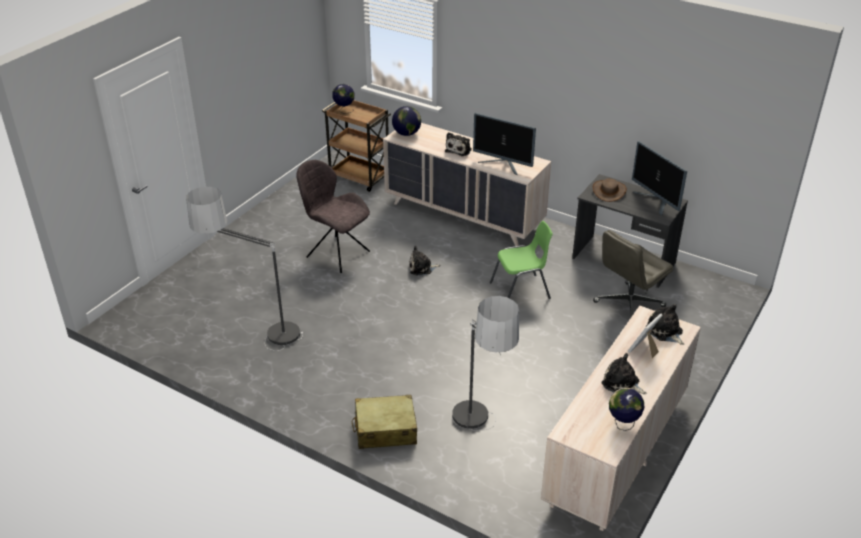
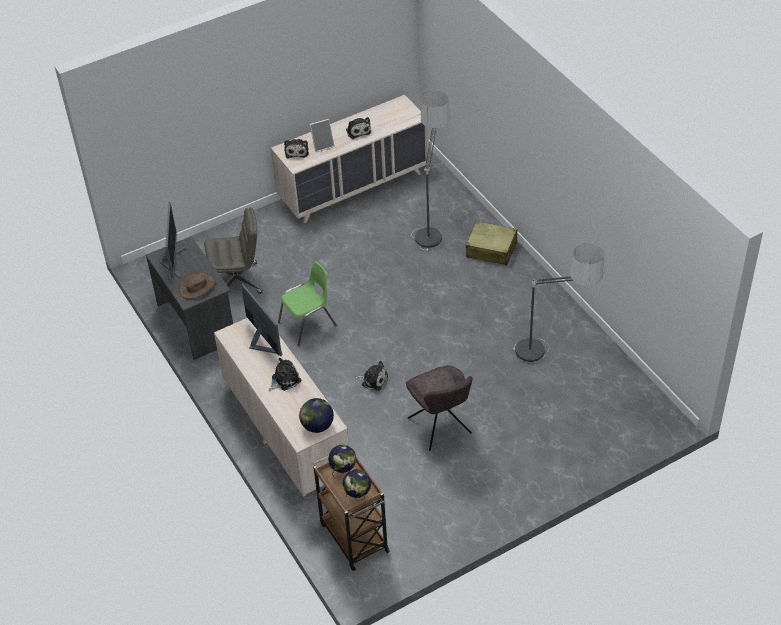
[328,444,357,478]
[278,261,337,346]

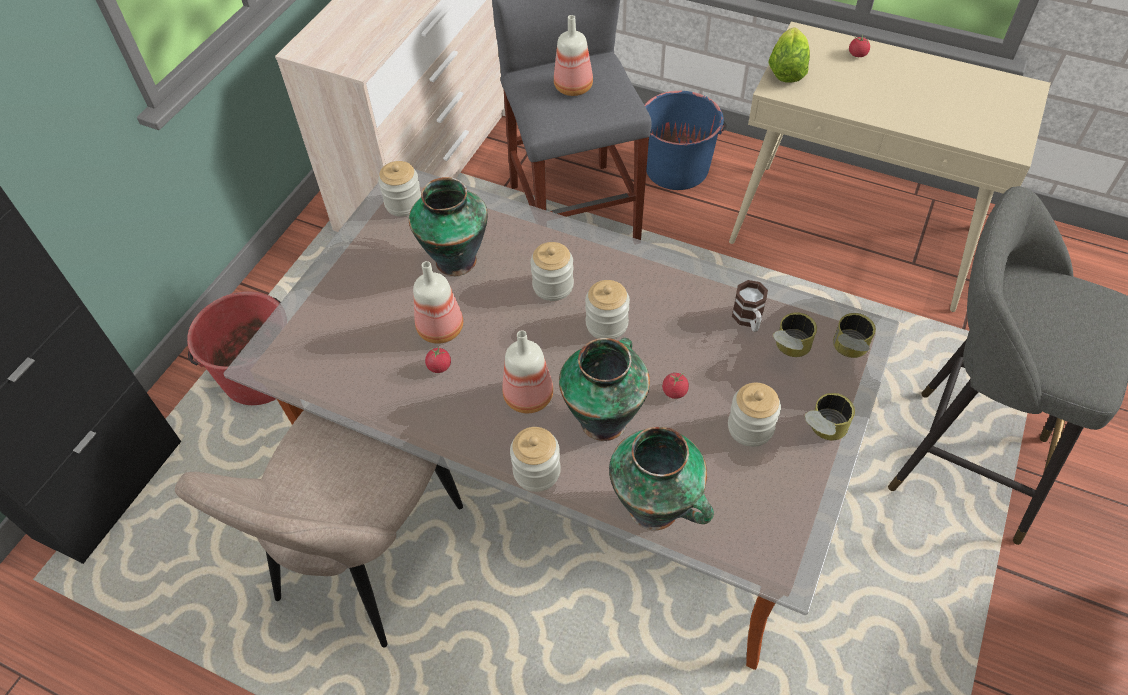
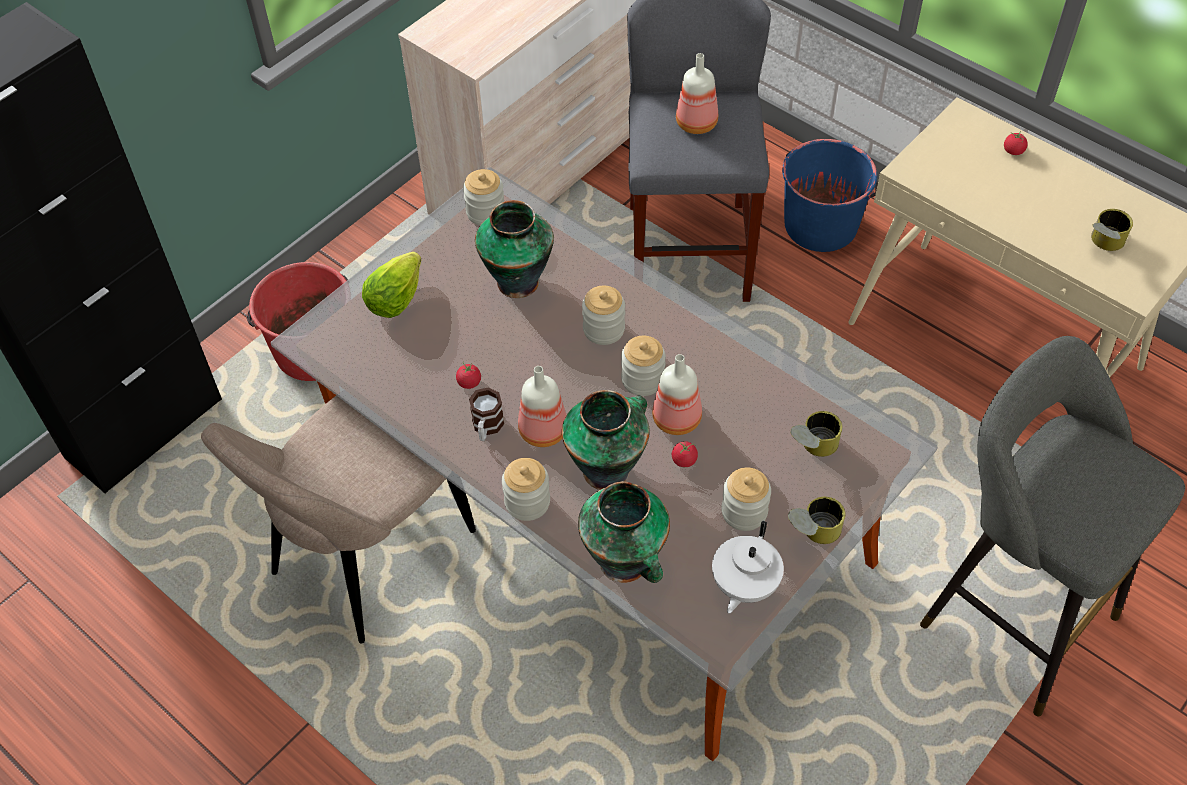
[712,521,784,613]
[652,354,702,435]
[469,387,504,441]
[362,252,421,318]
[1091,209,1133,251]

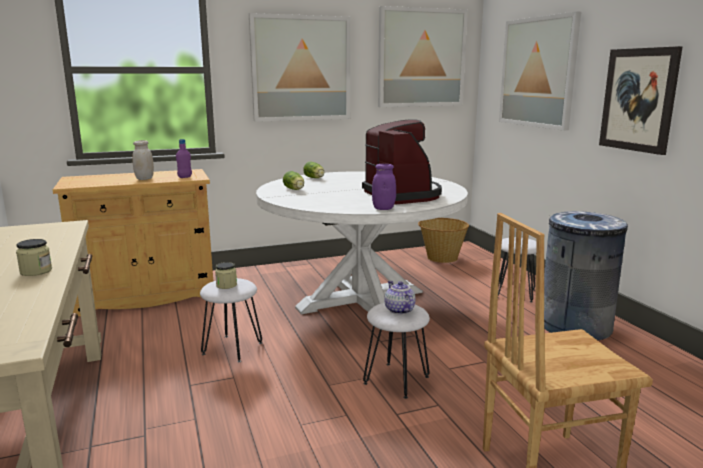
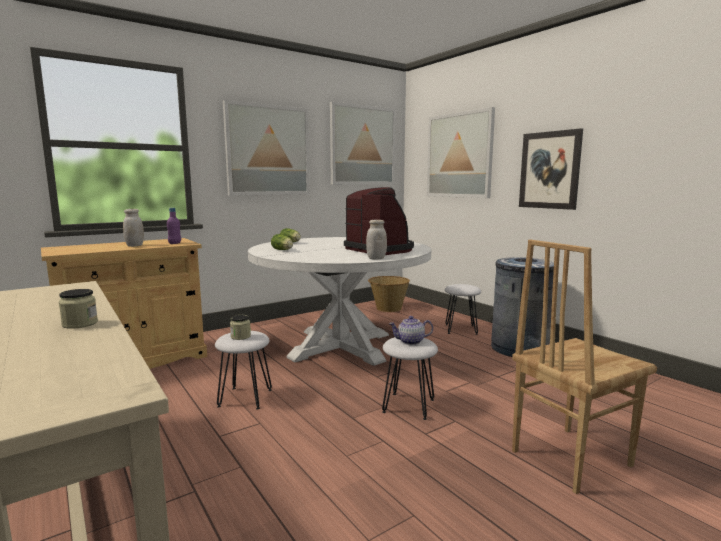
[366,220,387,260]
[389,316,433,345]

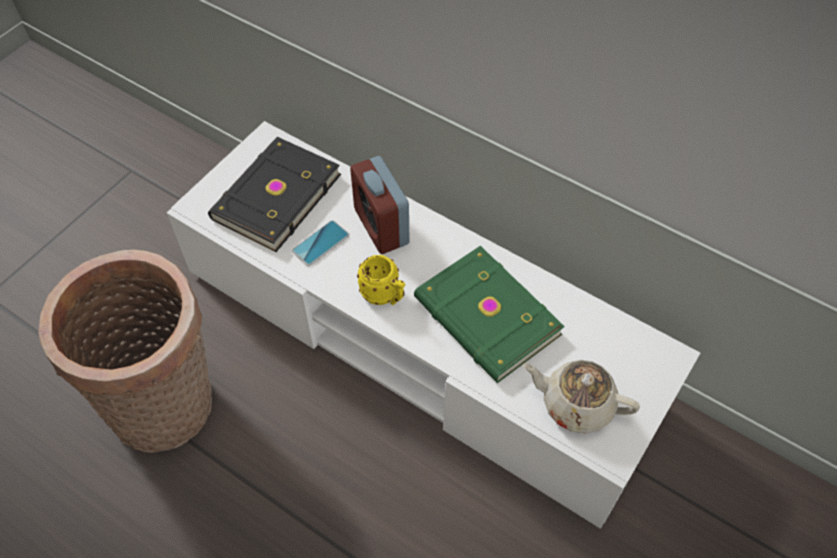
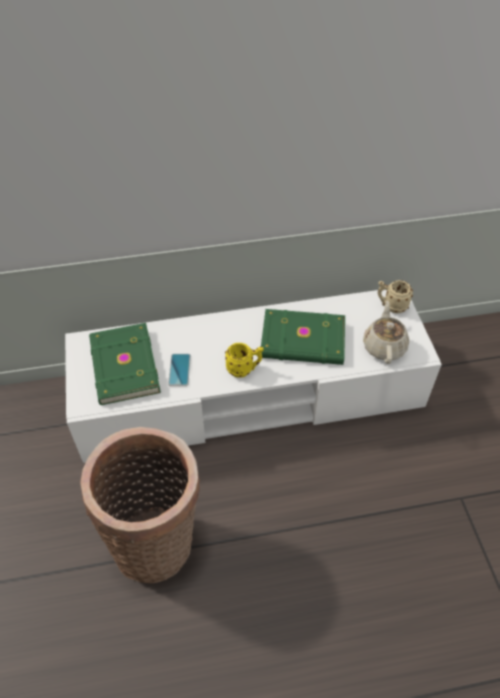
[350,156,410,254] (first image)
[378,280,413,313]
[89,323,161,405]
[363,300,409,364]

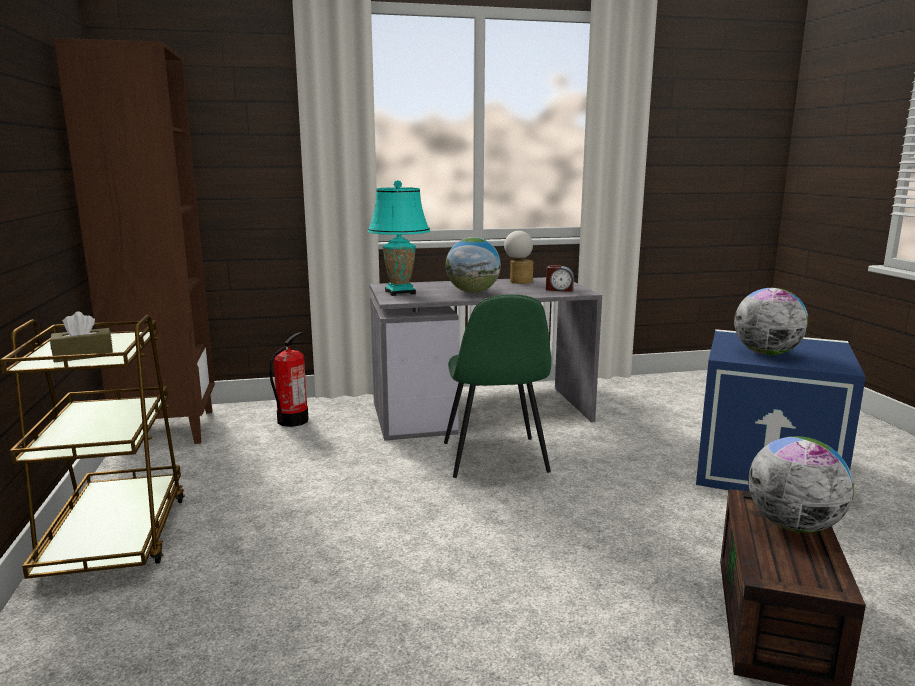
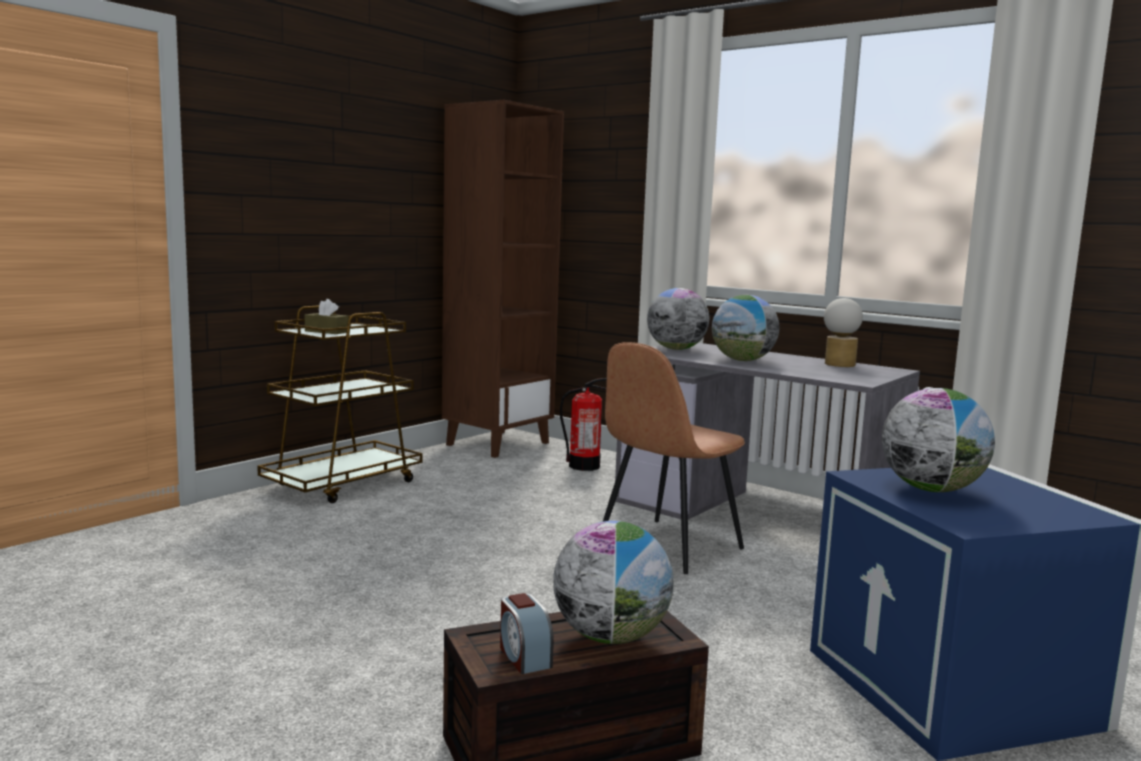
[500,593,554,674]
[647,288,709,350]
[603,342,745,574]

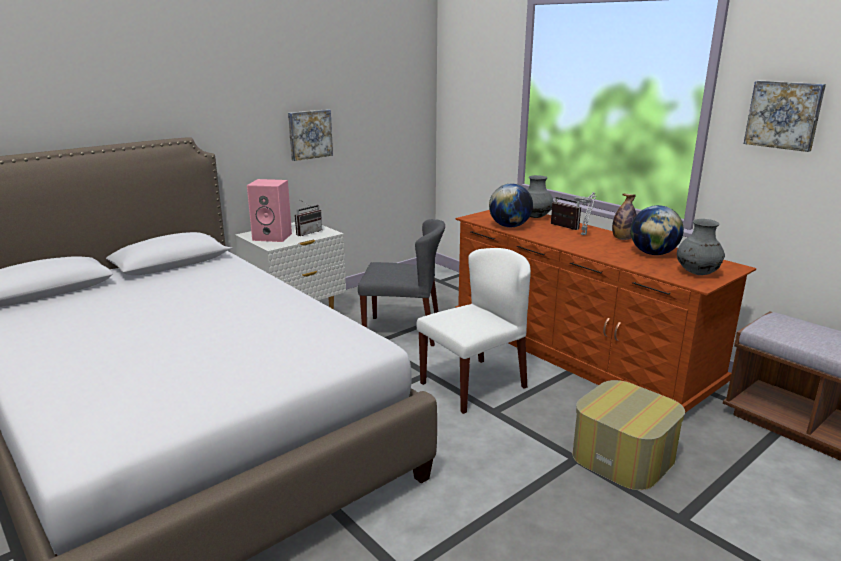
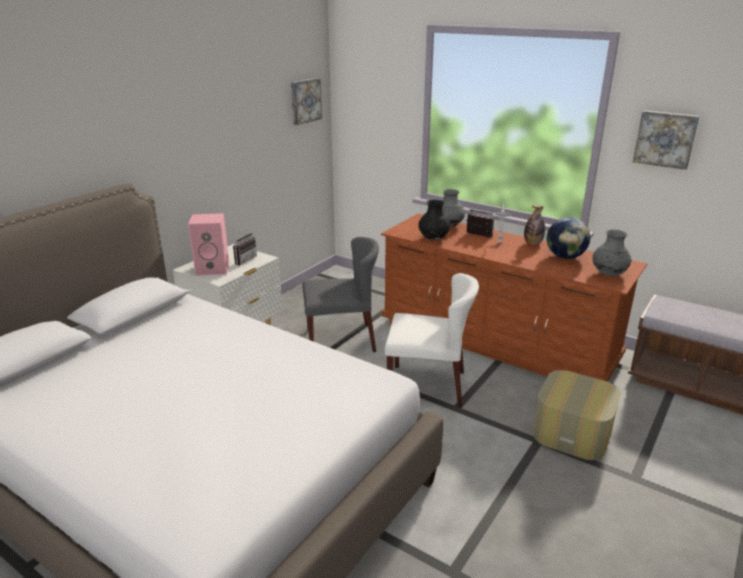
[291,78,322,125]
[418,200,450,240]
[385,273,479,408]

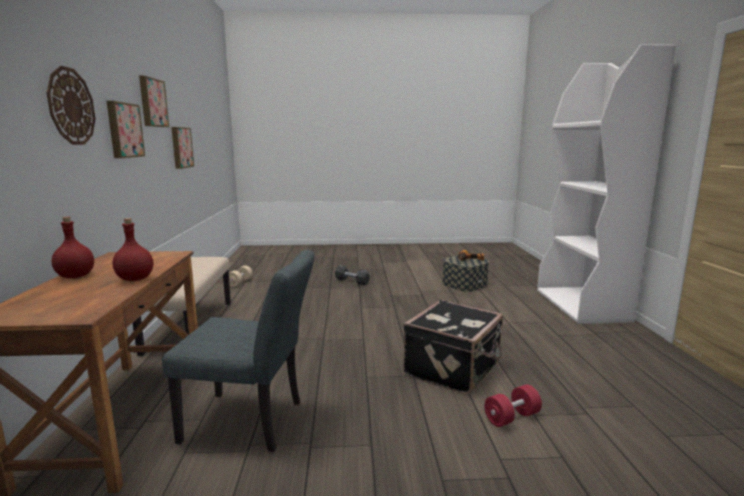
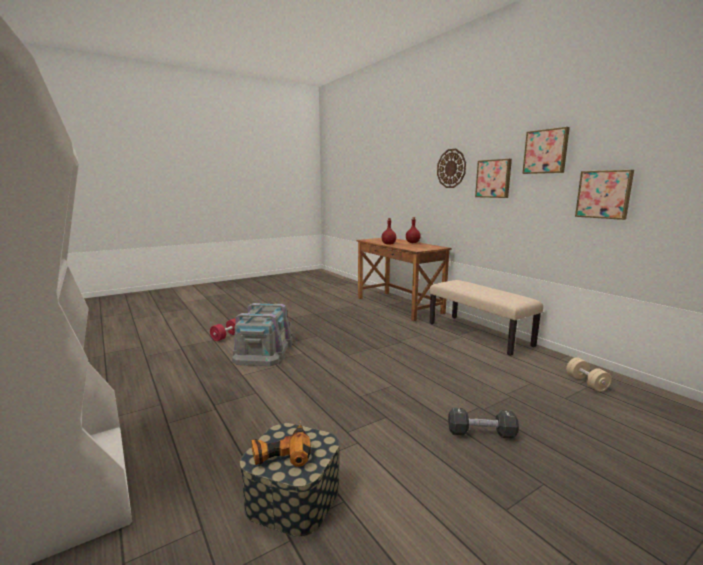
[162,250,315,452] (first image)
[232,303,293,366]

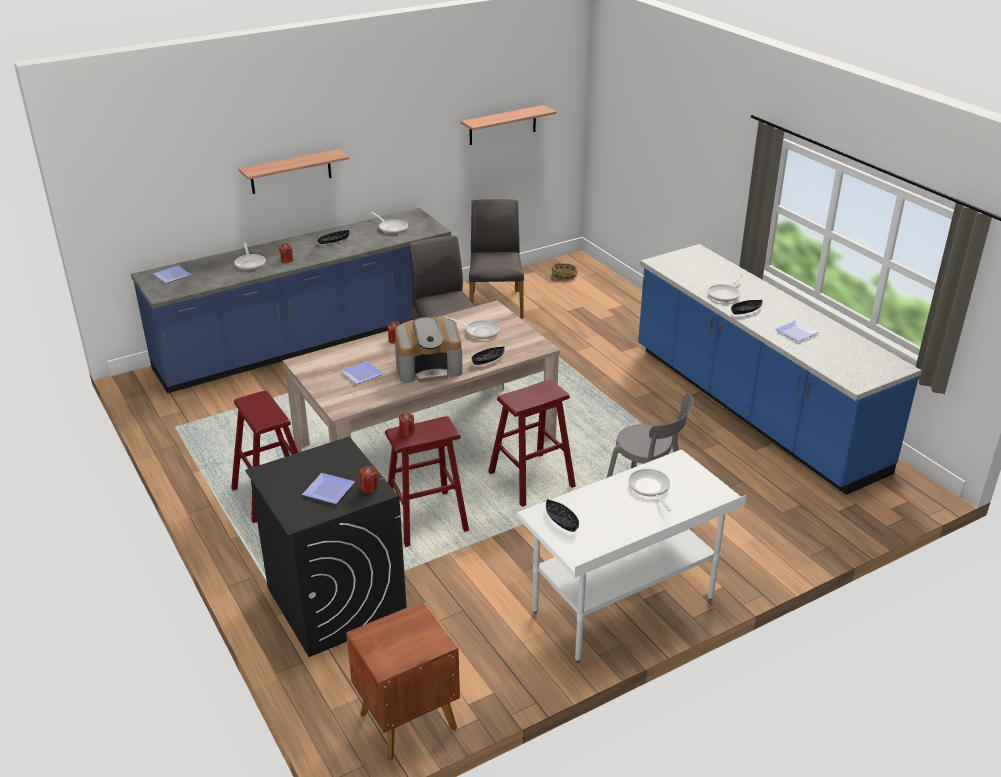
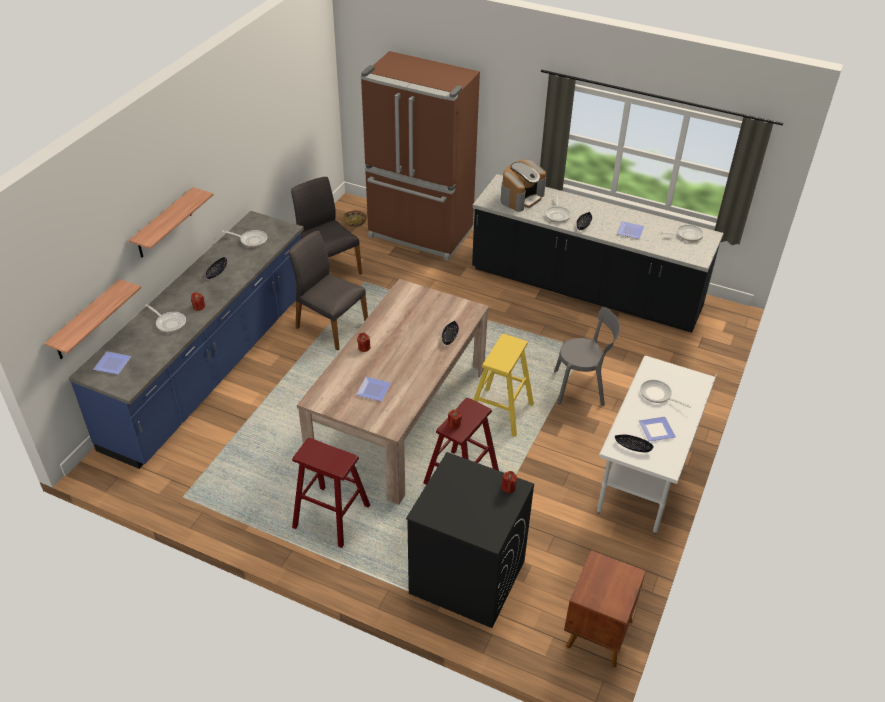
[361,51,480,261]
[639,417,676,442]
[501,159,546,212]
[659,225,704,241]
[44,279,141,359]
[473,334,534,437]
[472,174,724,333]

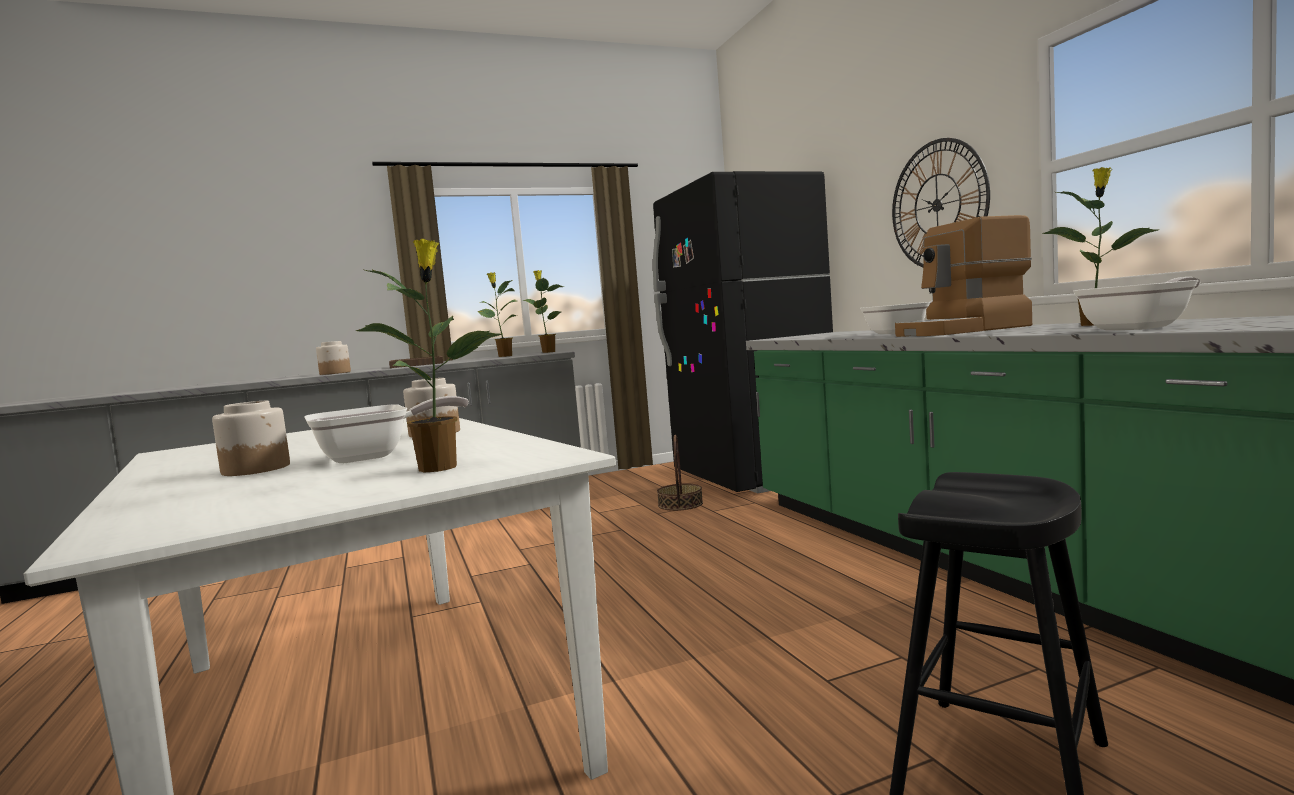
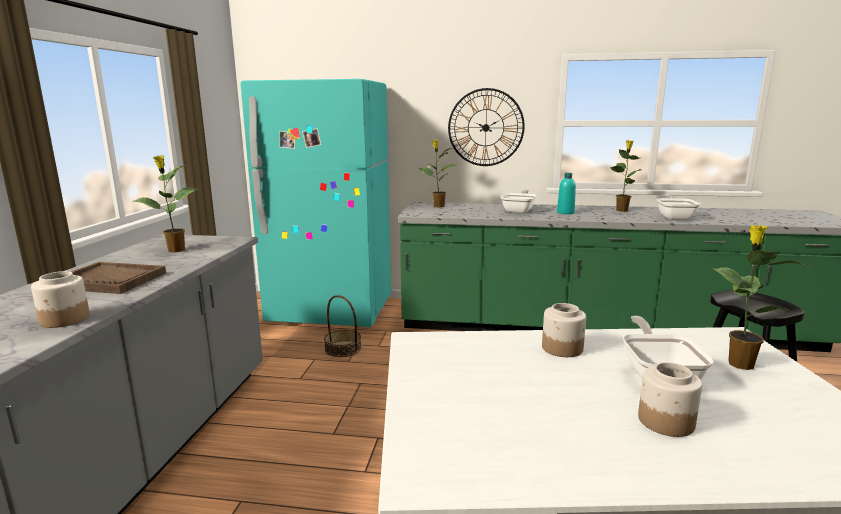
[418,140,457,208]
[557,173,576,214]
[240,79,391,327]

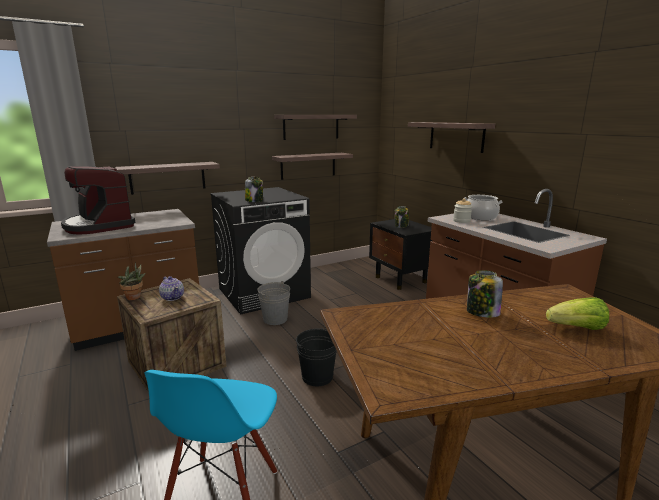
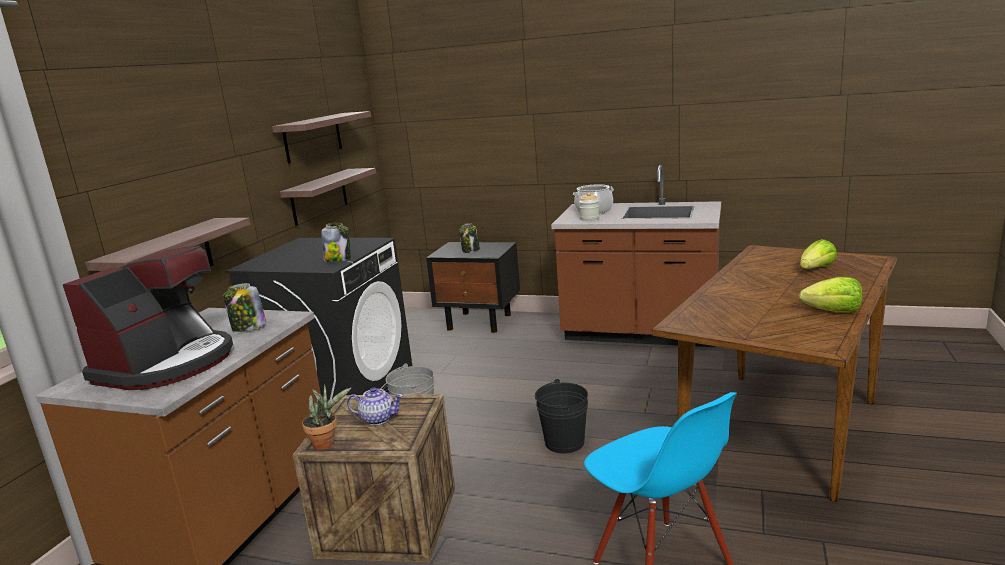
[408,122,495,153] (first image)
[799,277,862,312]
[223,283,266,332]
[63,246,233,390]

